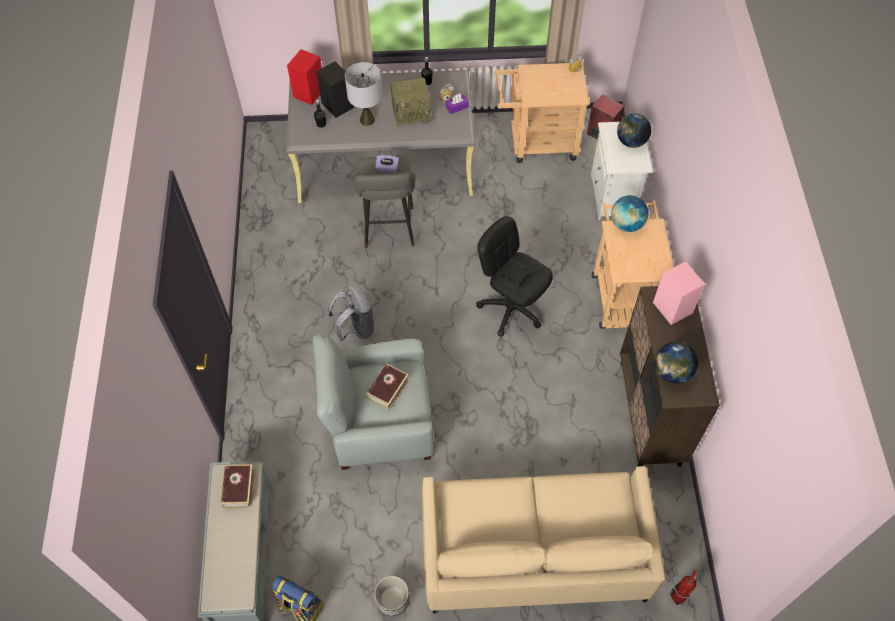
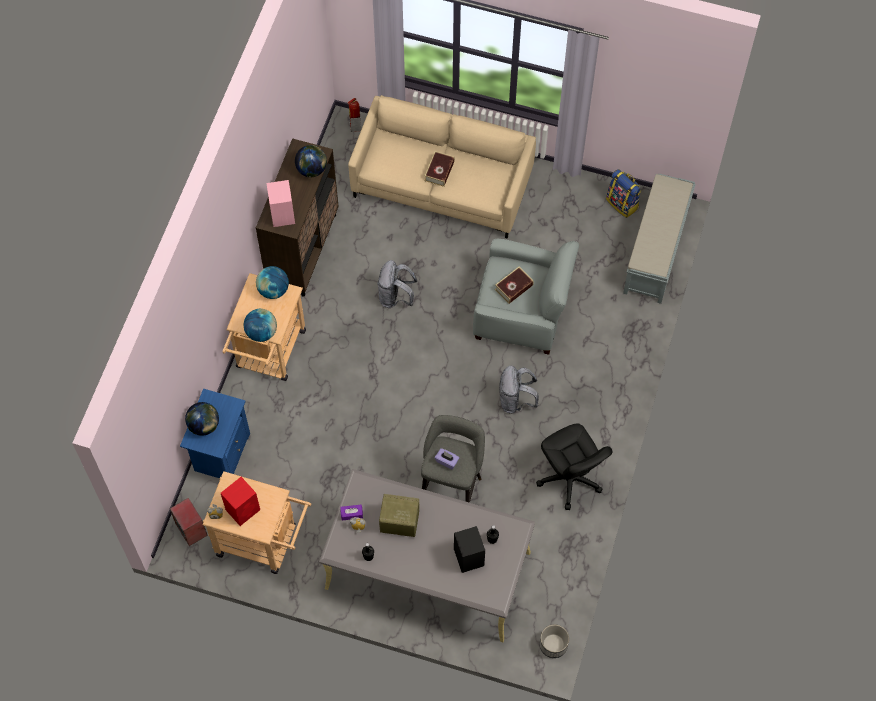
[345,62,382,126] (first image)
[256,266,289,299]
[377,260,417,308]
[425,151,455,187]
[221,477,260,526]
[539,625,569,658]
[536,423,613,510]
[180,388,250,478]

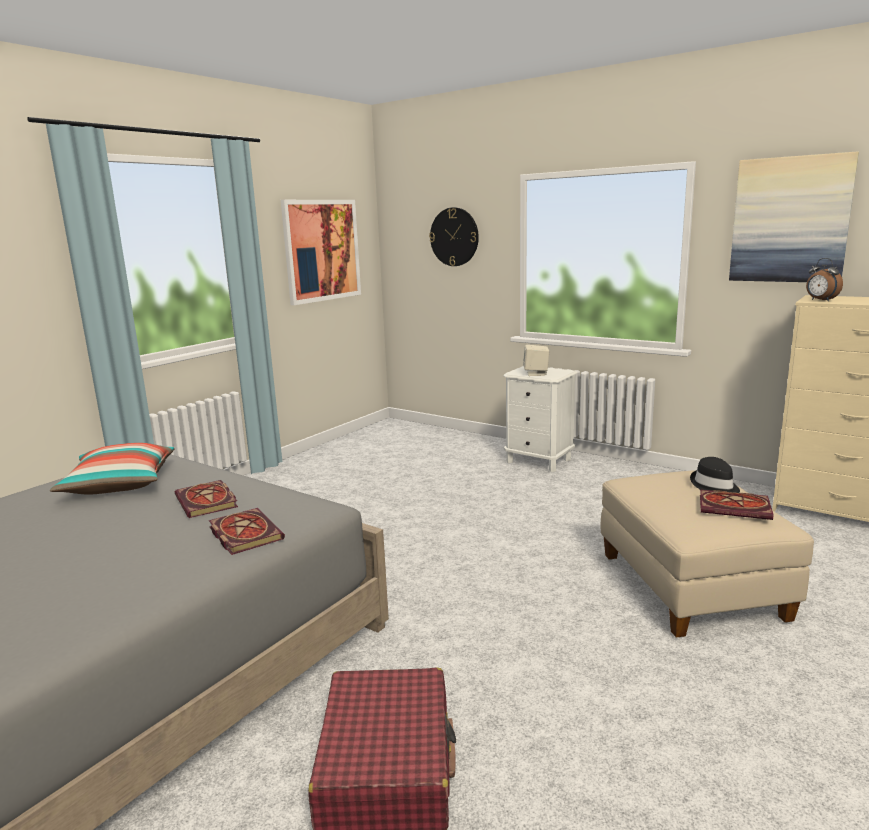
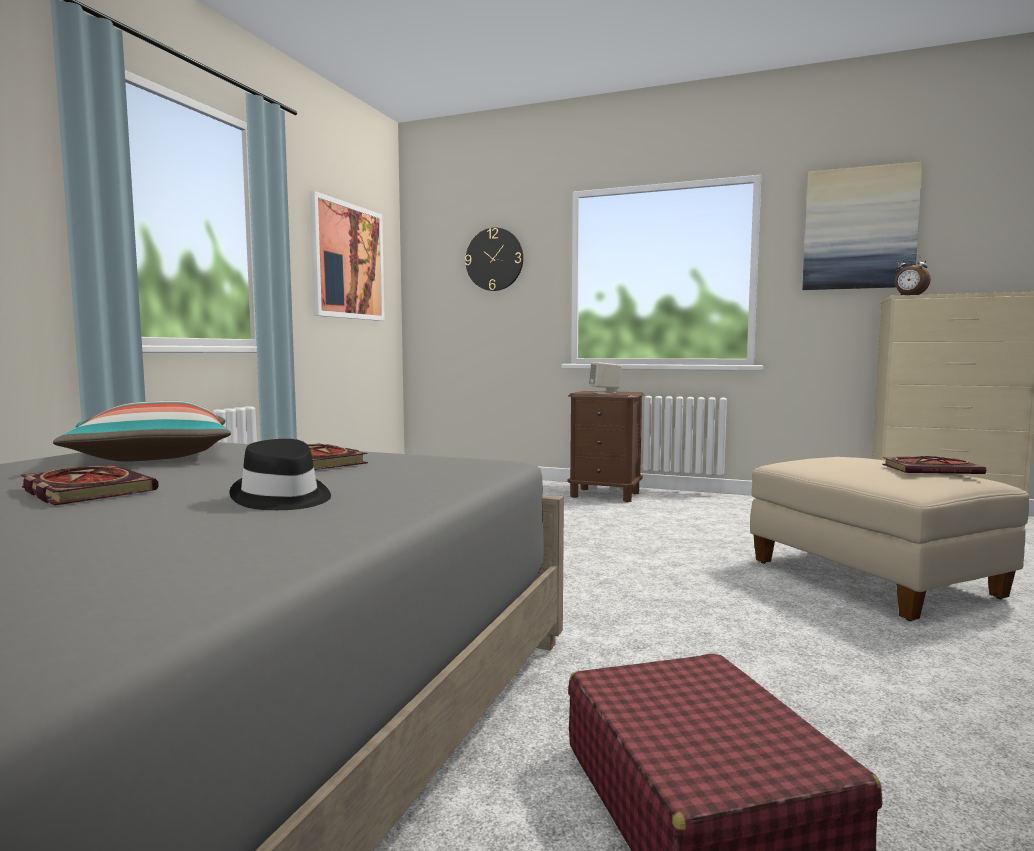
[21,465,159,506]
[229,439,331,510]
[567,391,644,502]

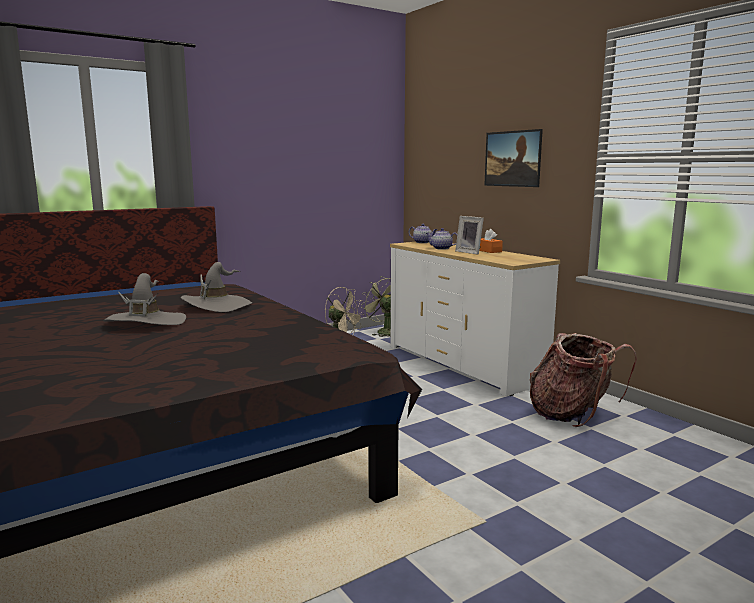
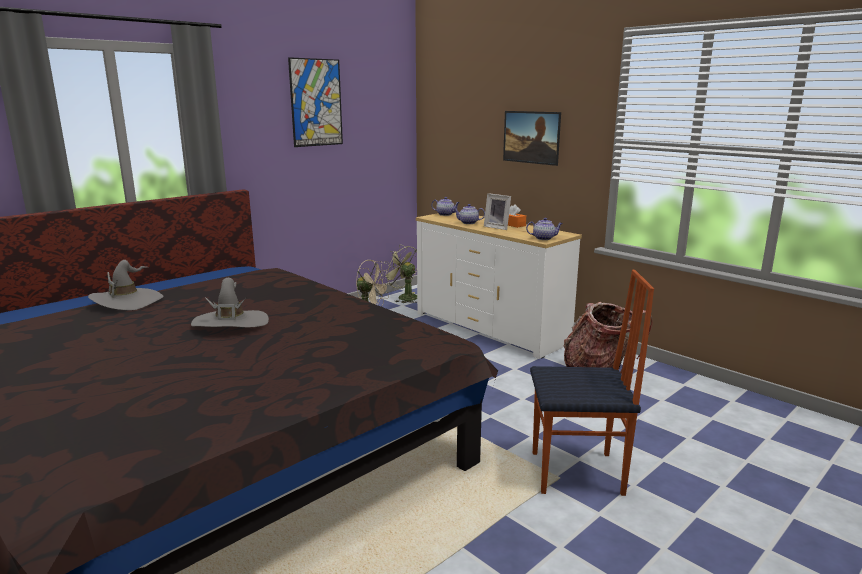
[288,57,343,147]
[526,217,563,240]
[530,270,654,496]
[88,260,164,310]

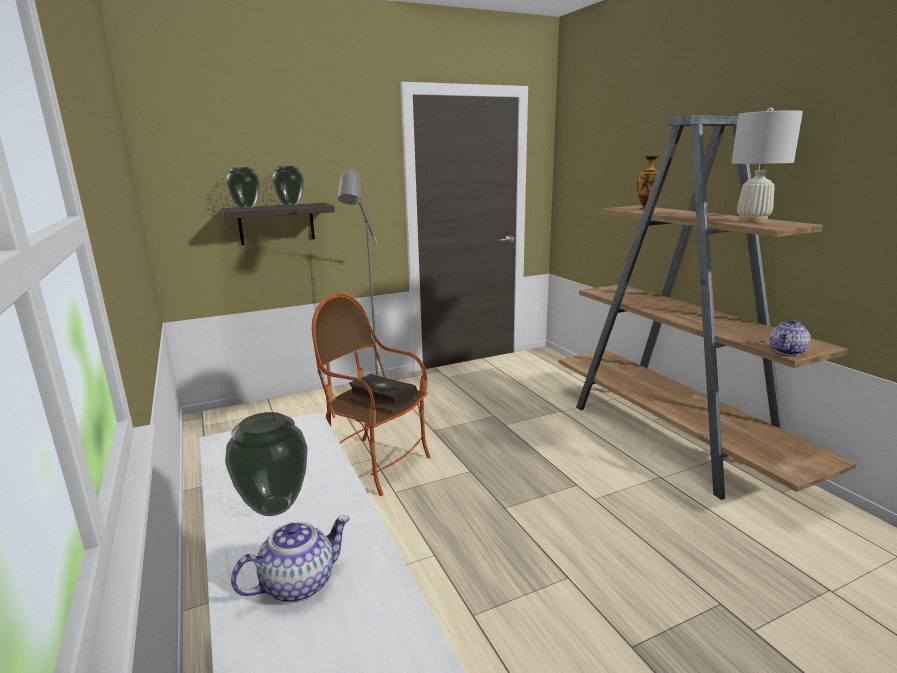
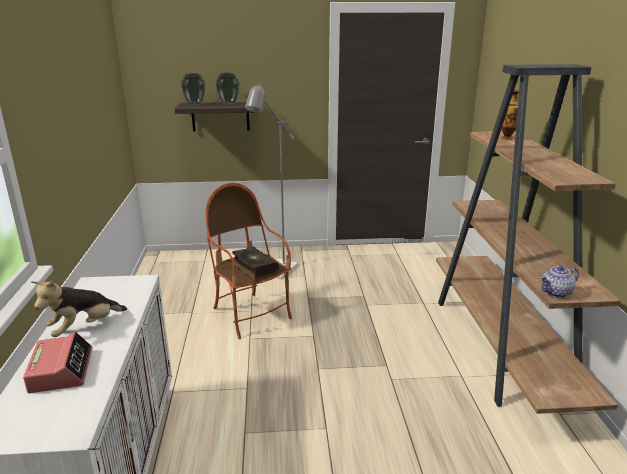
[732,107,803,223] (first image)
[31,281,127,337]
[23,332,92,393]

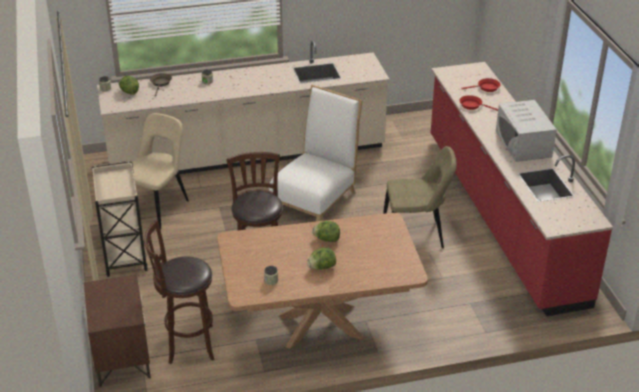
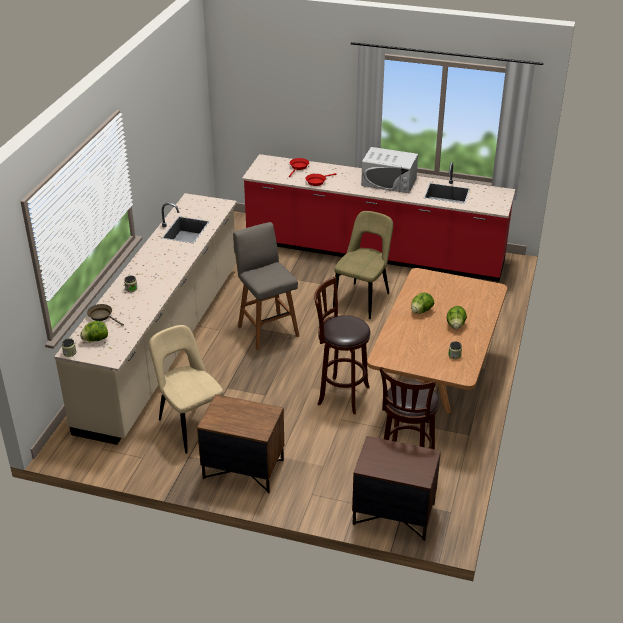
[197,394,284,494]
[233,222,299,350]

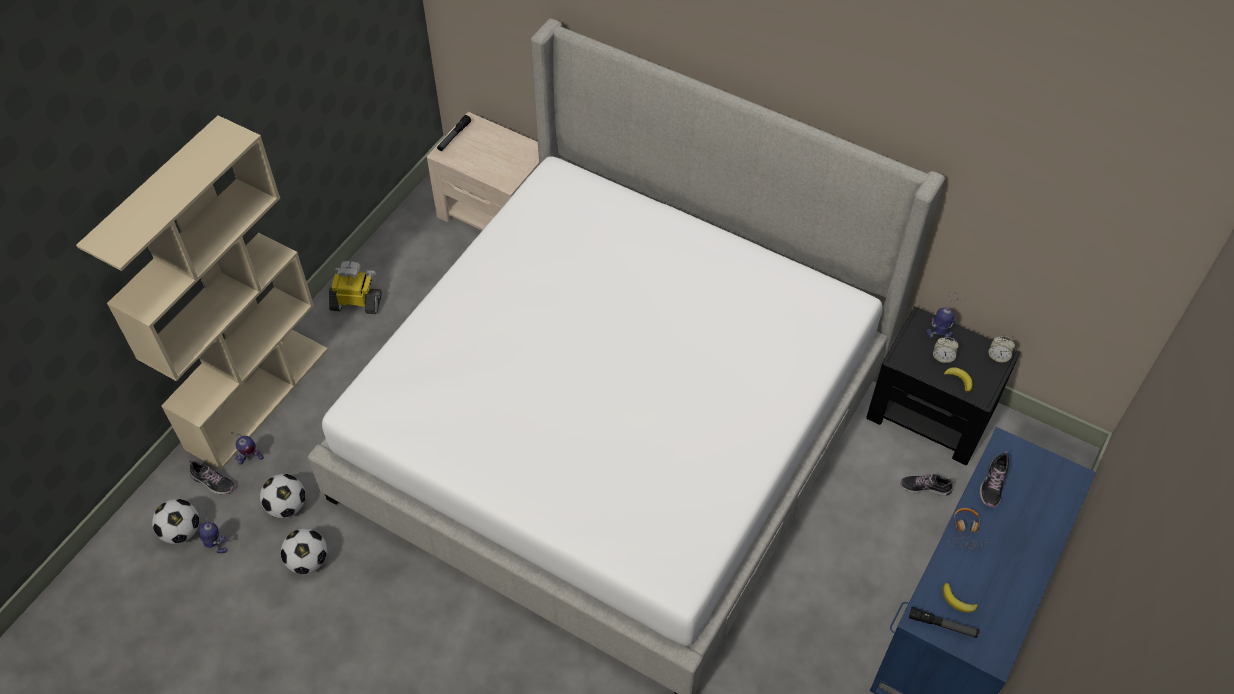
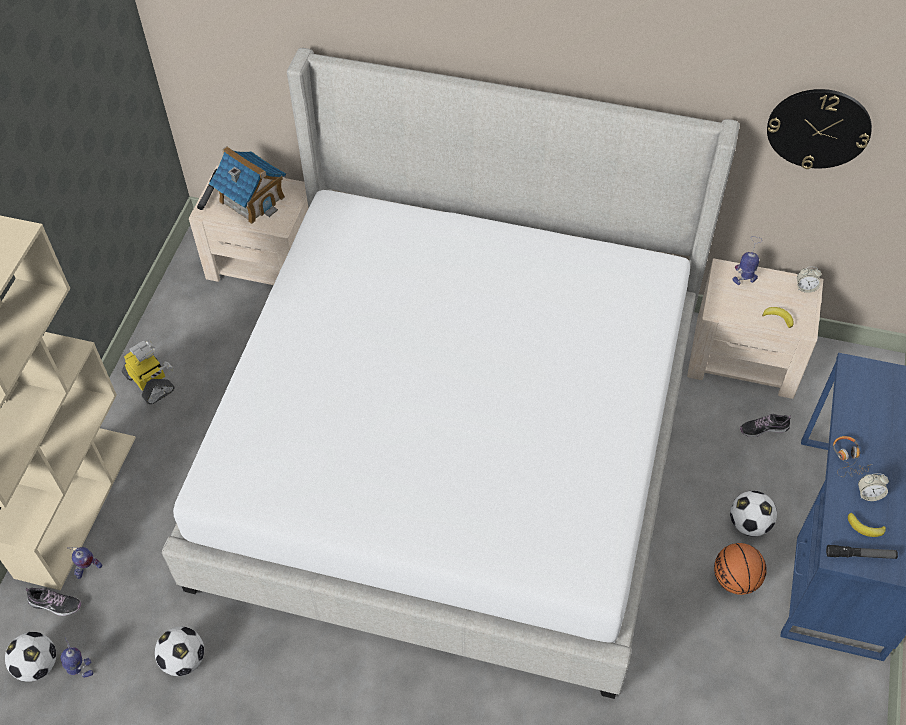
[980,451,1009,507] (first image)
[209,146,286,224]
[714,543,767,595]
[767,89,872,169]
[730,491,777,536]
[858,473,889,501]
[687,258,824,399]
[122,340,175,405]

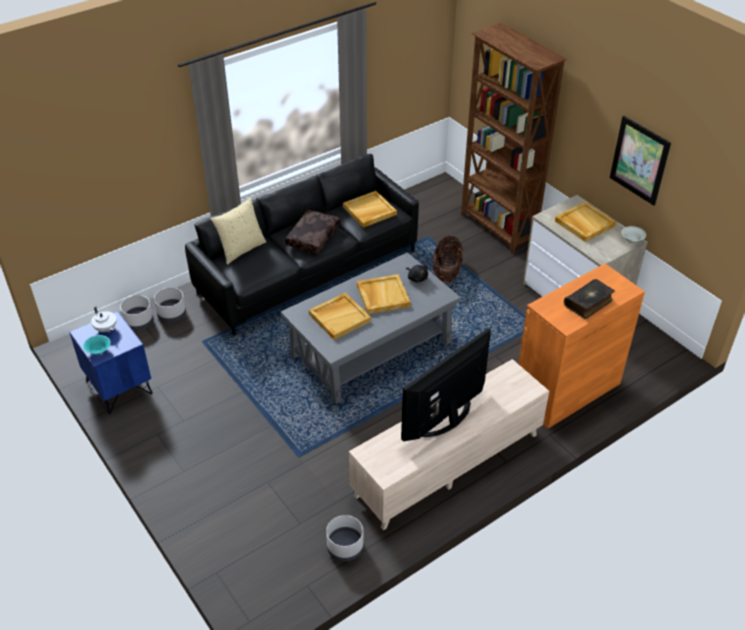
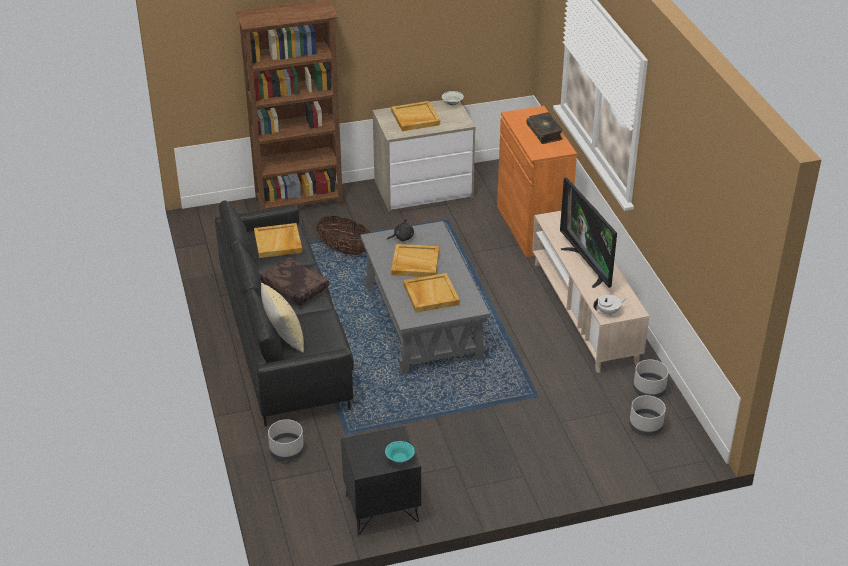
[610,116,671,206] (first image)
[593,295,626,316]
[629,395,666,436]
[341,426,421,535]

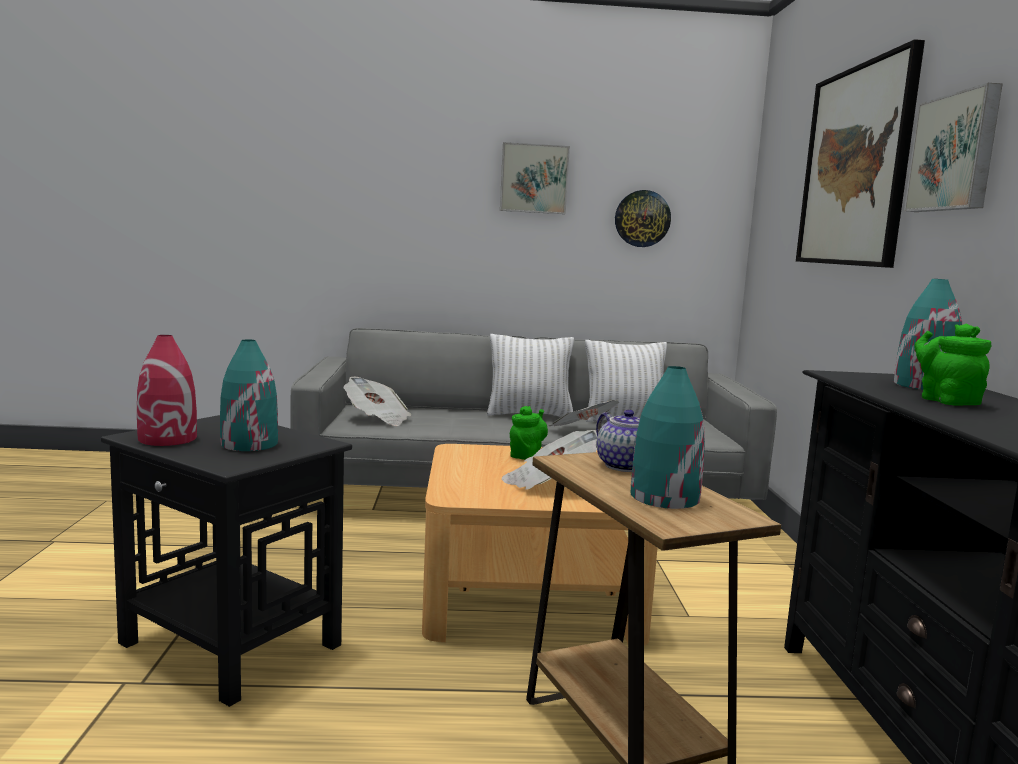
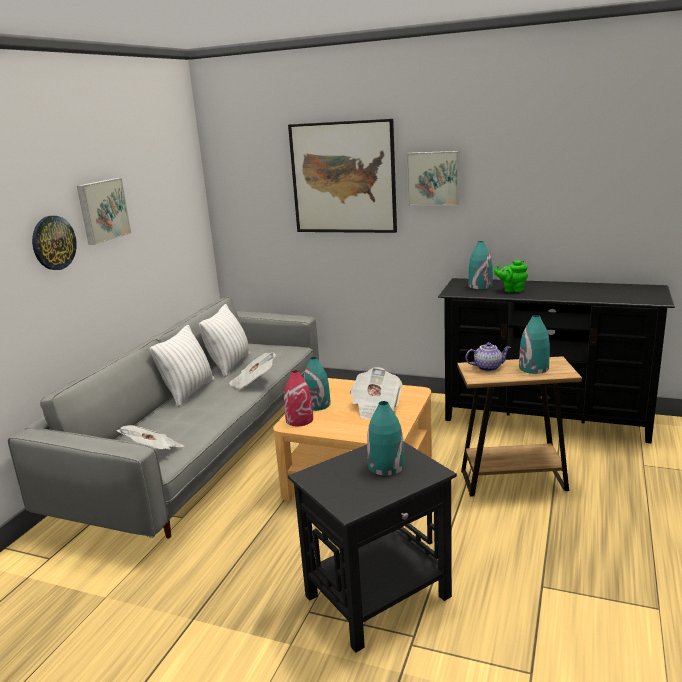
[284,370,313,426]
[32,216,77,270]
[303,357,330,411]

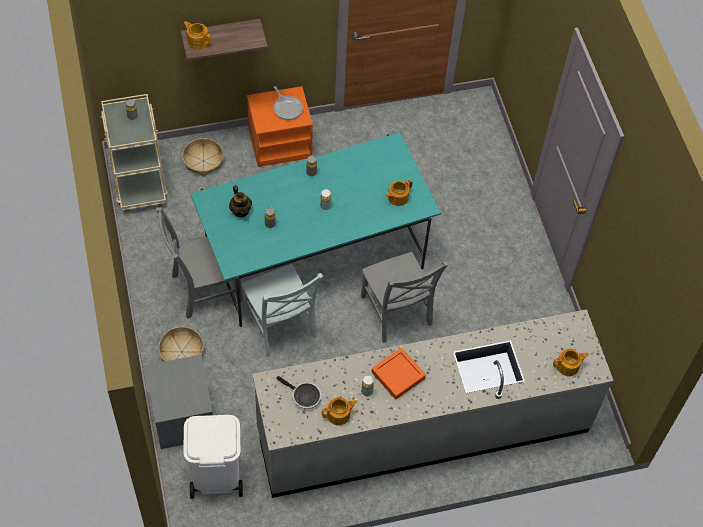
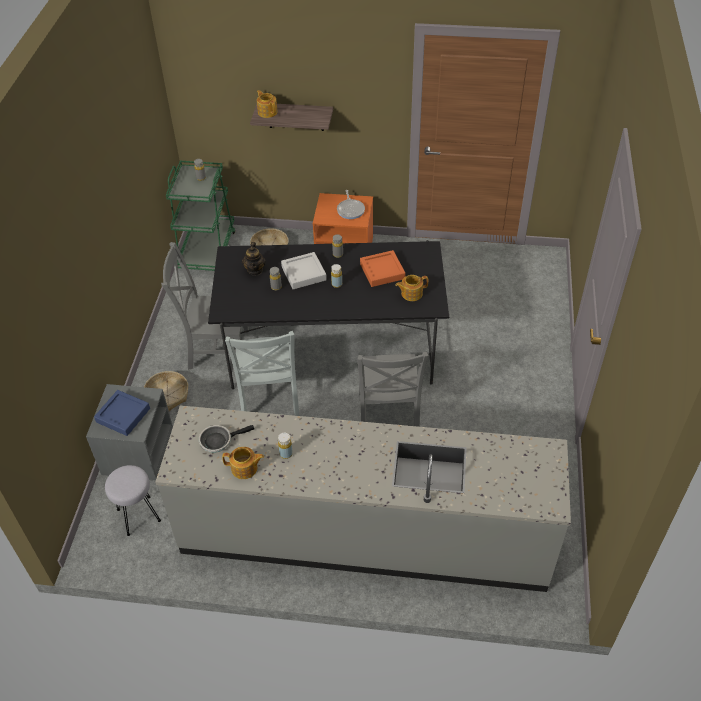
[553,349,589,376] (first image)
[94,390,150,436]
[281,252,327,289]
[360,250,405,287]
[105,465,161,536]
[166,161,236,271]
[208,240,449,389]
[199,425,254,453]

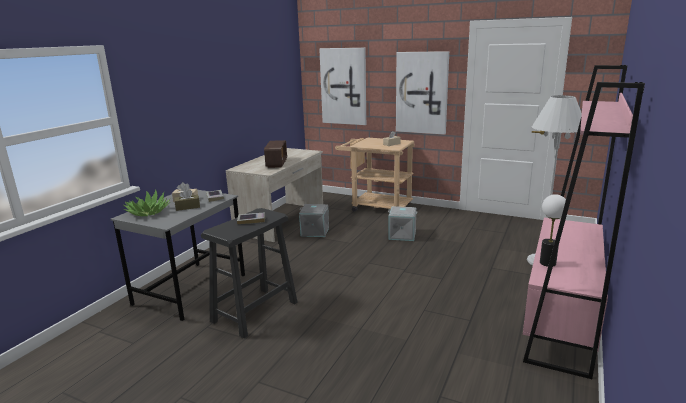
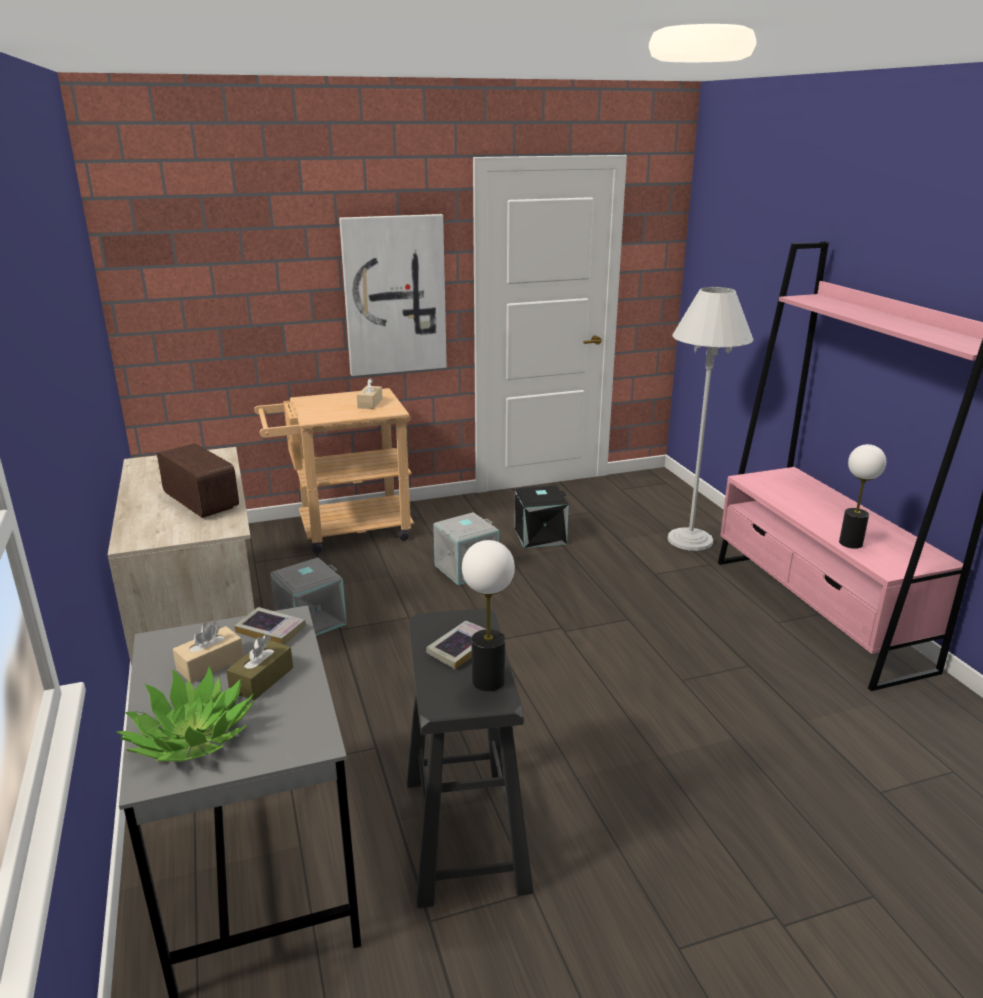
[319,48,366,125] (first image)
[462,540,515,691]
[514,486,569,548]

